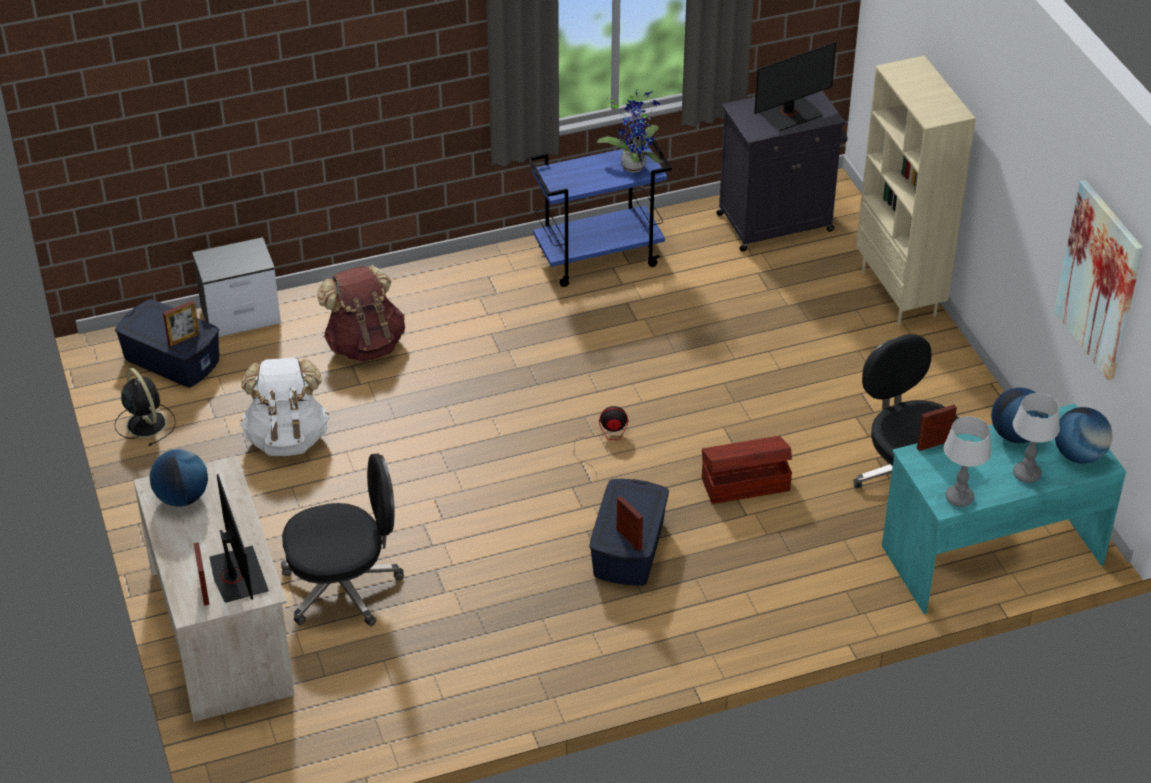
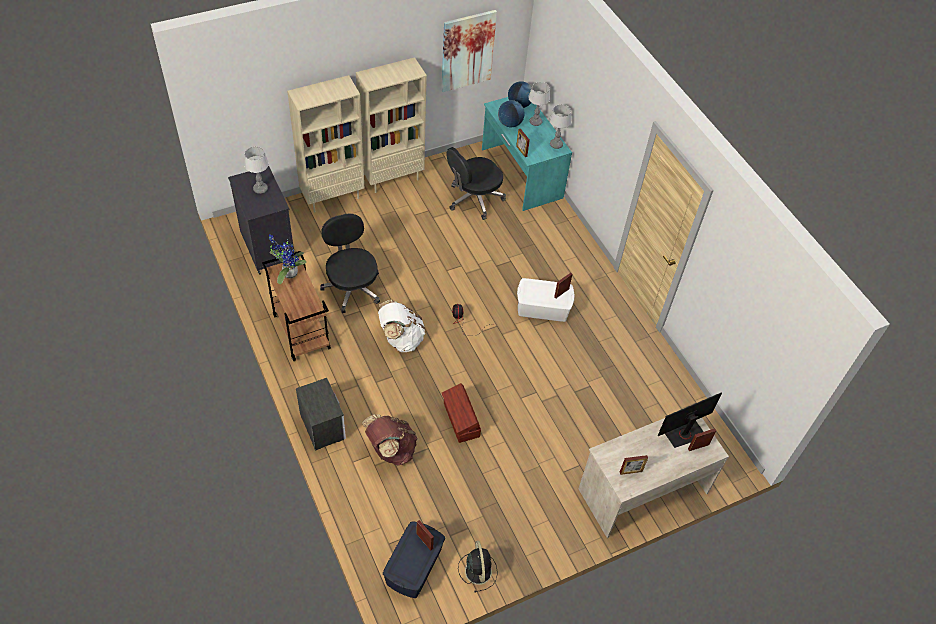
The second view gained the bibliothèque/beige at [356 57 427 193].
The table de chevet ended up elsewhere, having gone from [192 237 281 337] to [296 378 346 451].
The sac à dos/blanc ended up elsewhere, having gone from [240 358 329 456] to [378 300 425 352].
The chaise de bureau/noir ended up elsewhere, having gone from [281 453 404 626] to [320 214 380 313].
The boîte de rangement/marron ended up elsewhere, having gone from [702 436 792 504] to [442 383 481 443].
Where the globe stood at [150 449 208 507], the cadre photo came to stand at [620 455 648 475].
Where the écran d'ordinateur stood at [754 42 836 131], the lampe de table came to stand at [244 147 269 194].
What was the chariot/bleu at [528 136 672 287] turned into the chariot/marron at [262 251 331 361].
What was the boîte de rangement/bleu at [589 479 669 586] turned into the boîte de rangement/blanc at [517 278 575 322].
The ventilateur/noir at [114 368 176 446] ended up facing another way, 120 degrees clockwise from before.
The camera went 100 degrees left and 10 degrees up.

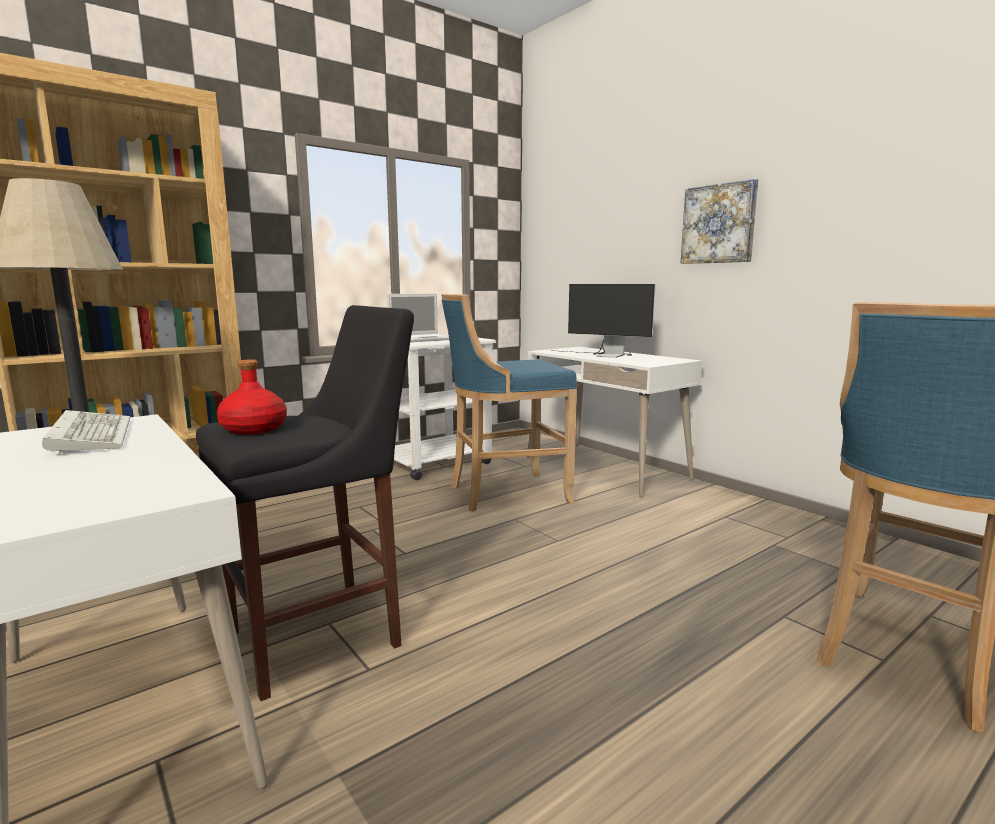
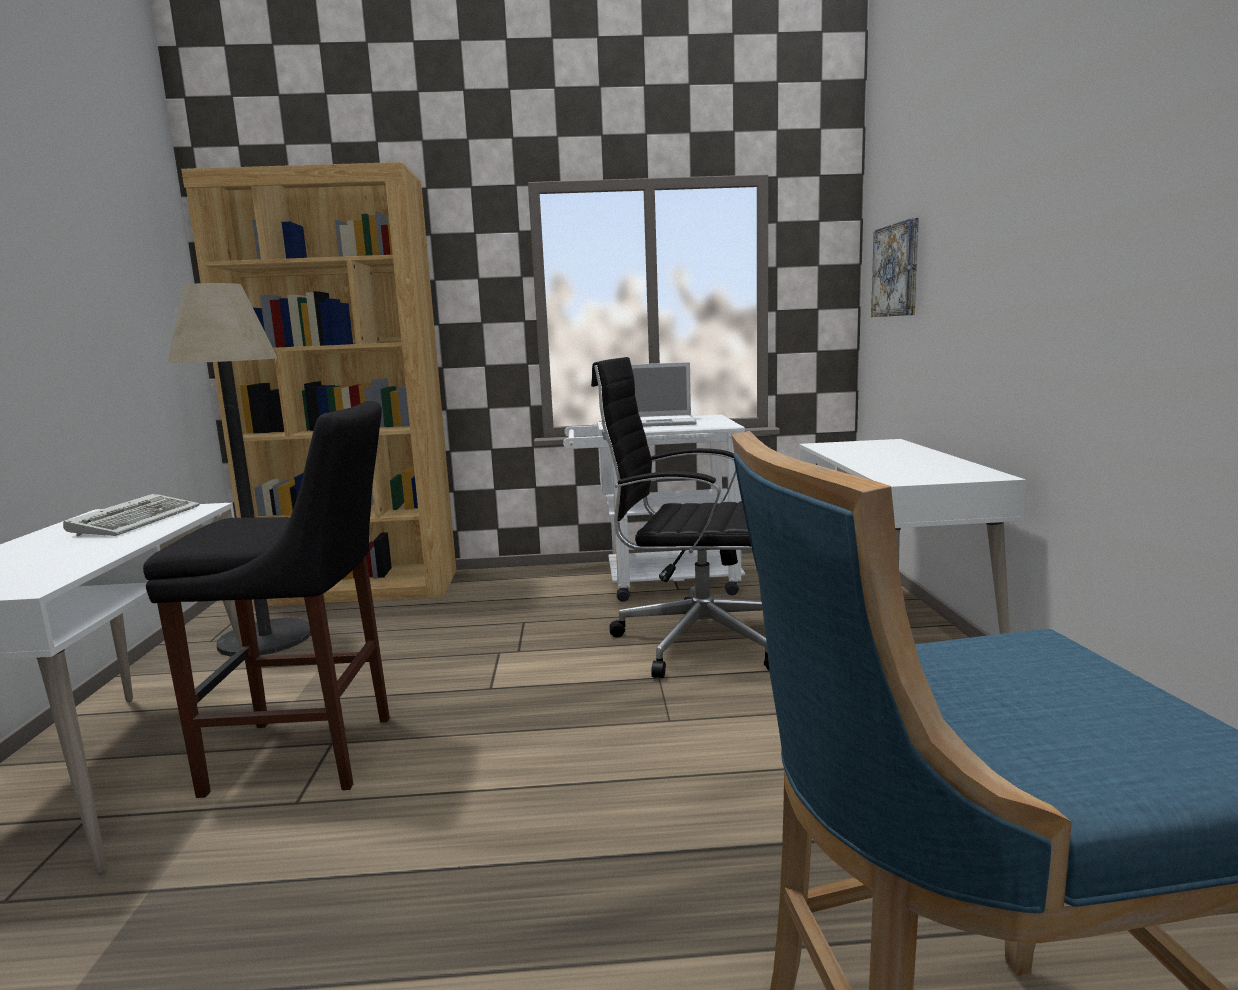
The second view lost the bouteille/rouge at [217 360 287 435].
The second view lost the écran d'ordinateur at [551 284 655 358].
The tableau ended up elsewhere, having gone from [680 179 758 264] to [871 218 919 317].
Where the tabouret/bleu stood at [441 294 577 512], the chaise de bureau/noir came to stand at [591 357 769 678].
The camera went 35 degrees right and 0 degrees up.

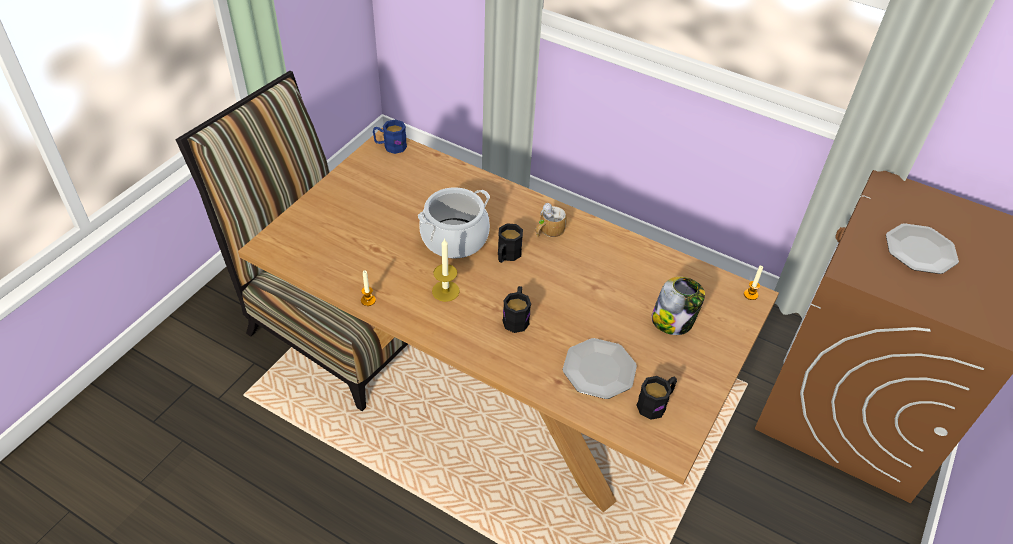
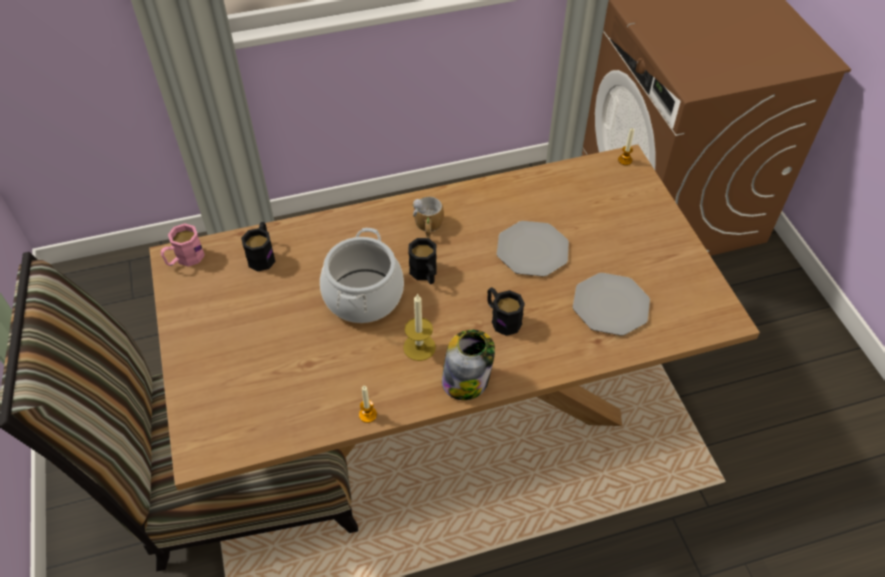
The mug/noir ended up elsewhere, having gone from [637 376 677 420] to [241 222 276 271].
The bocal ended up elsewhere, having gone from [651 277 705 335] to [442 330 495 400].
The assiette ended up elsewhere, having gone from [886 223 959 274] to [497 221 569 277].
What was the mug/bleu at [373 120 407 154] turned into the mug/rose at [161 223 205 267].
The camera went 45 degrees left and 5 degrees up.

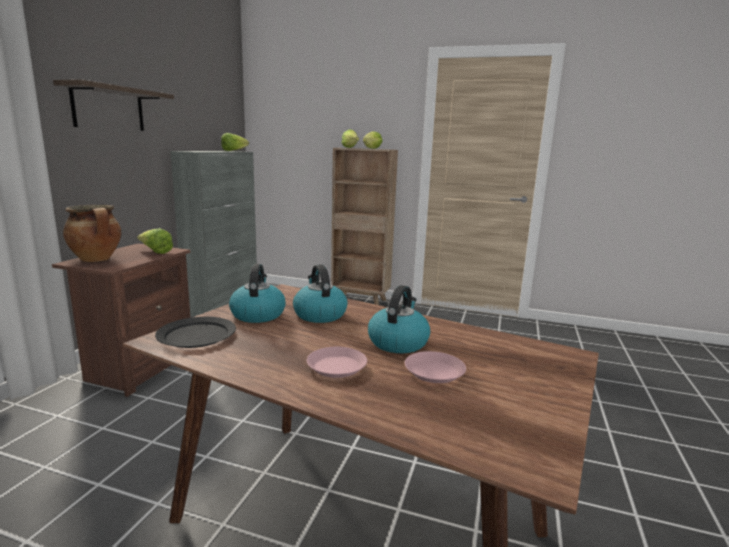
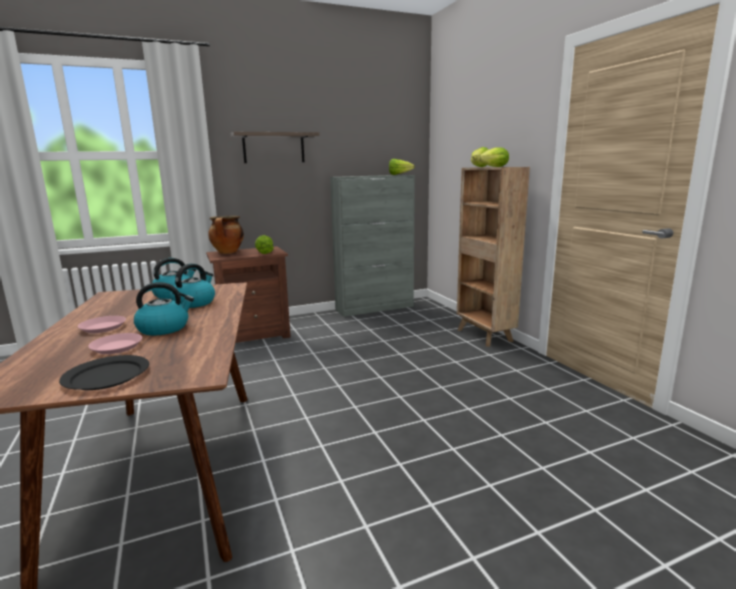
The assiette/noir ended up elsewhere, having gone from [155 317 236 348] to [59 355 149 390].
The camera went 50 degrees right and 0 degrees up.

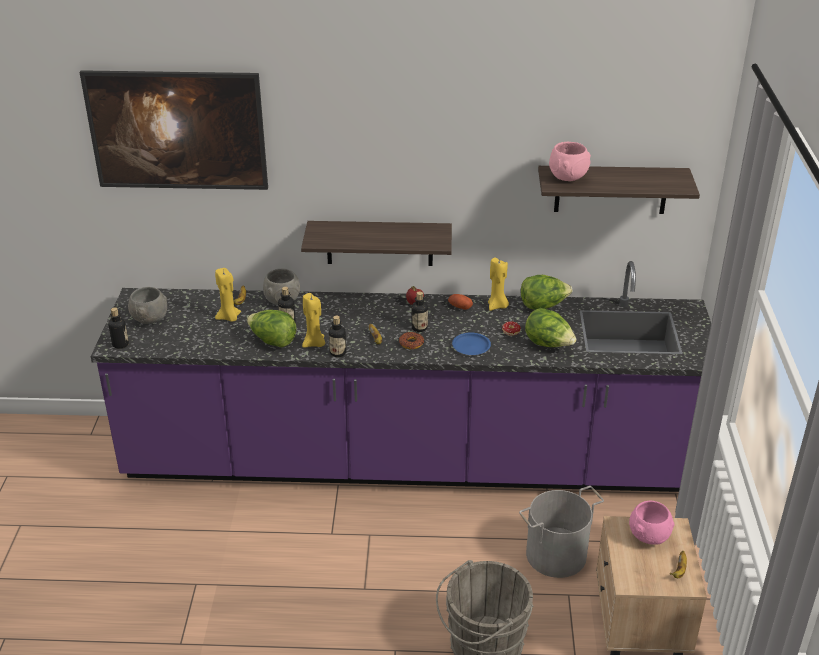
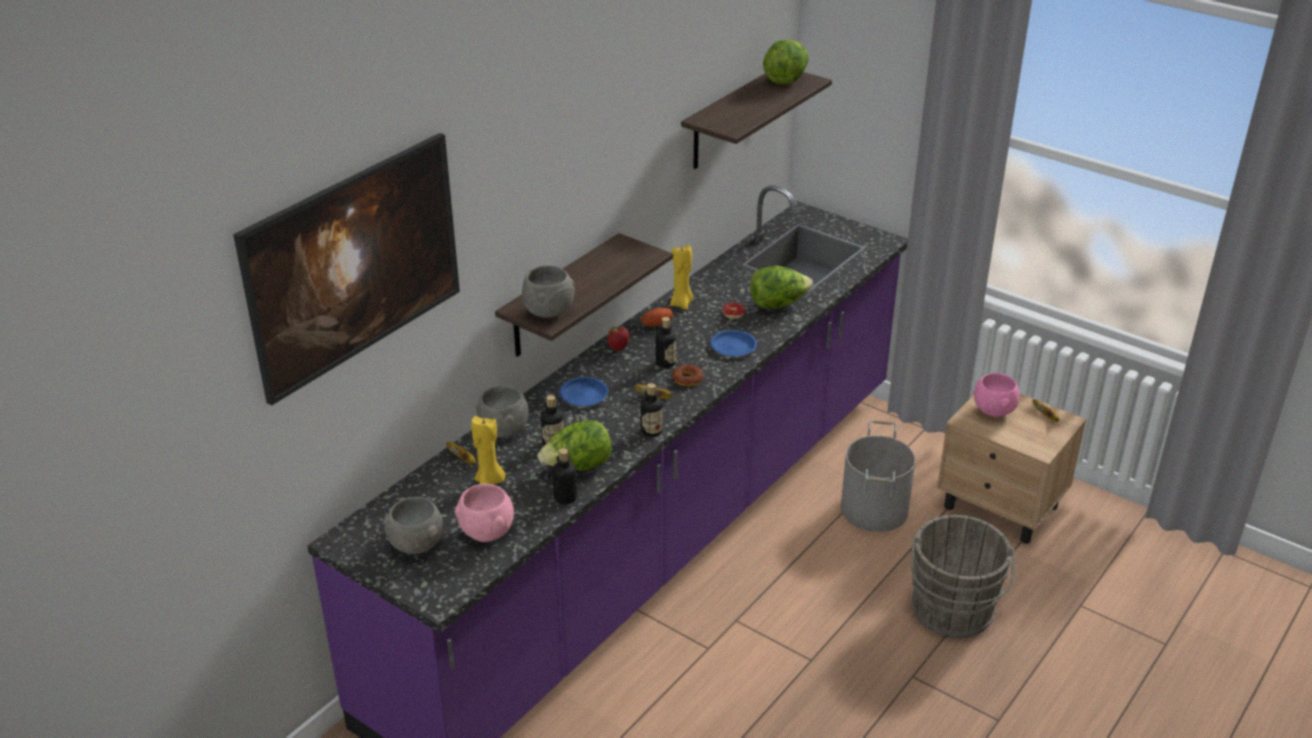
The second view lost the bougie/jaune at [302 293 325 348].
The second view gained the bol/gris at [522 265 575 318].
The second view gained the assiette/bleu at [559 377 609 406].
The bouteille ended up elsewhere, having gone from [108 307 129 349] to [552 448 577 505].
The laitue ended up elsewhere, having gone from [521 275 572 310] to [763 40 809 84].
The bol/rose ended up elsewhere, having gone from [549 142 591 181] to [455 484 514 542].
The camera went 55 degrees left and 0 degrees up.

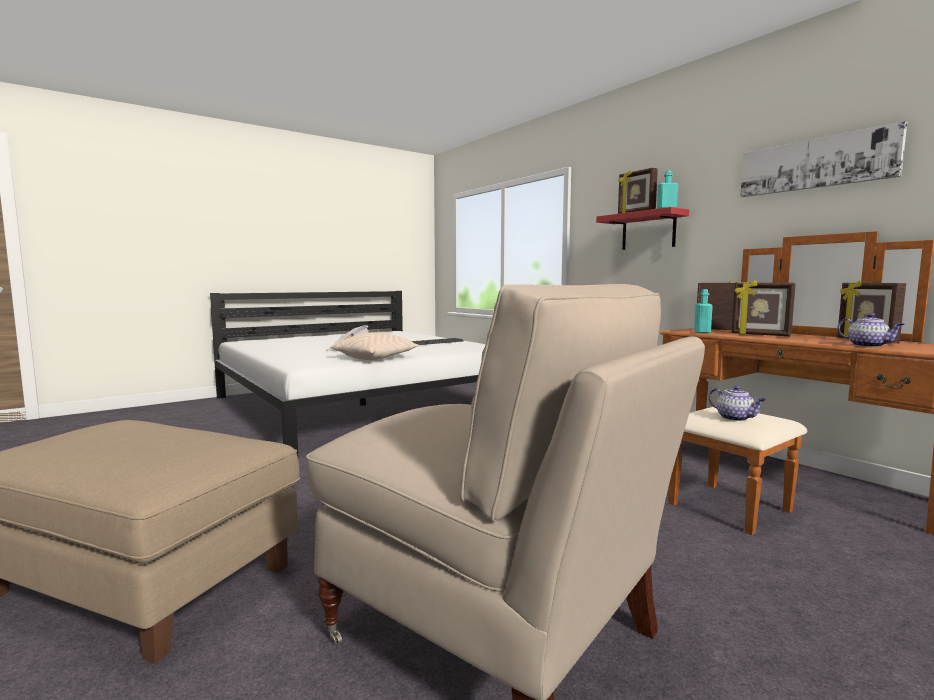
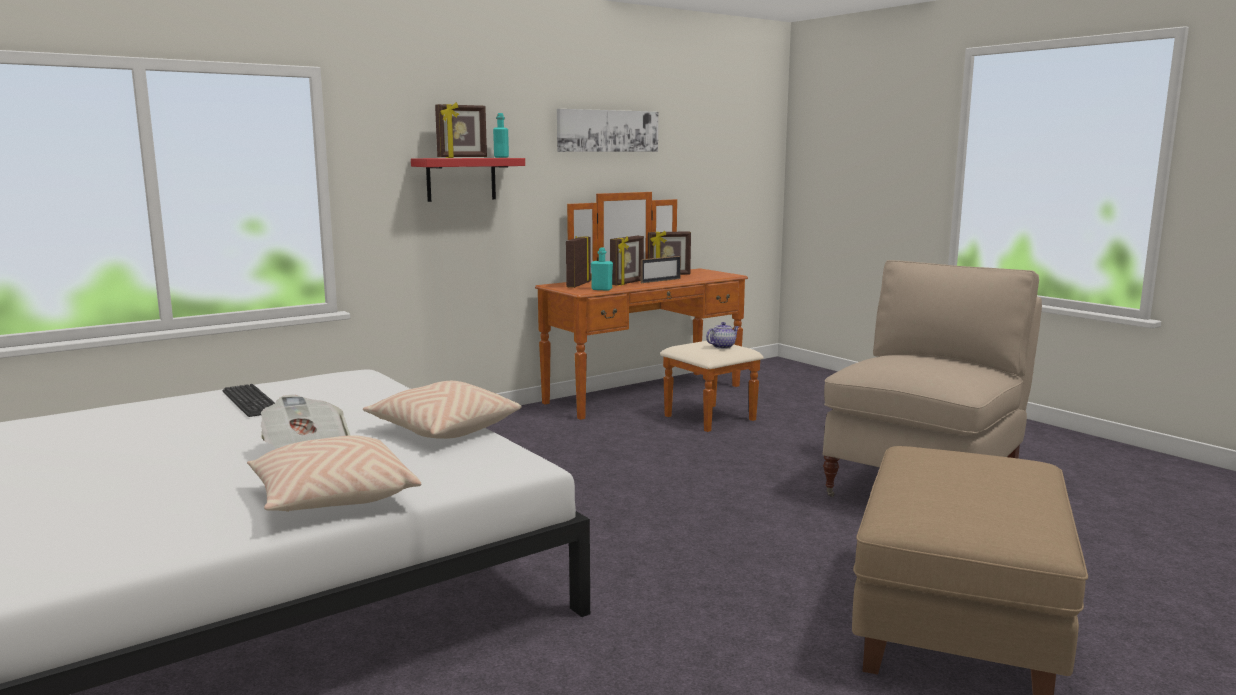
The second view lost the théière at [837 313 904 347].
The second view gained the coussin/beige at [247 435 421 512].
The second view gained the cadre photo at [641 256 681 283].
The camera went 90 degrees left and 5 degrees up.

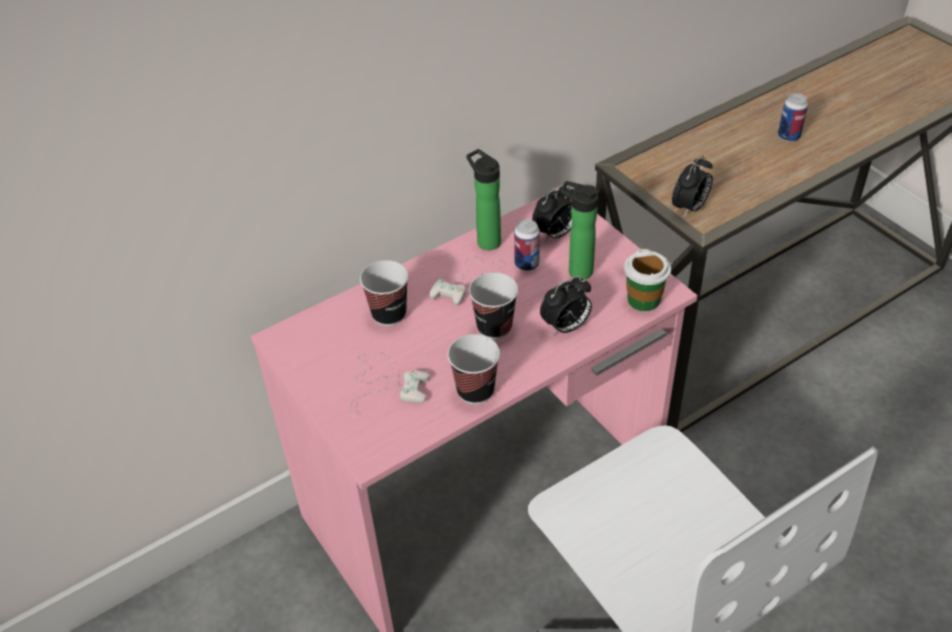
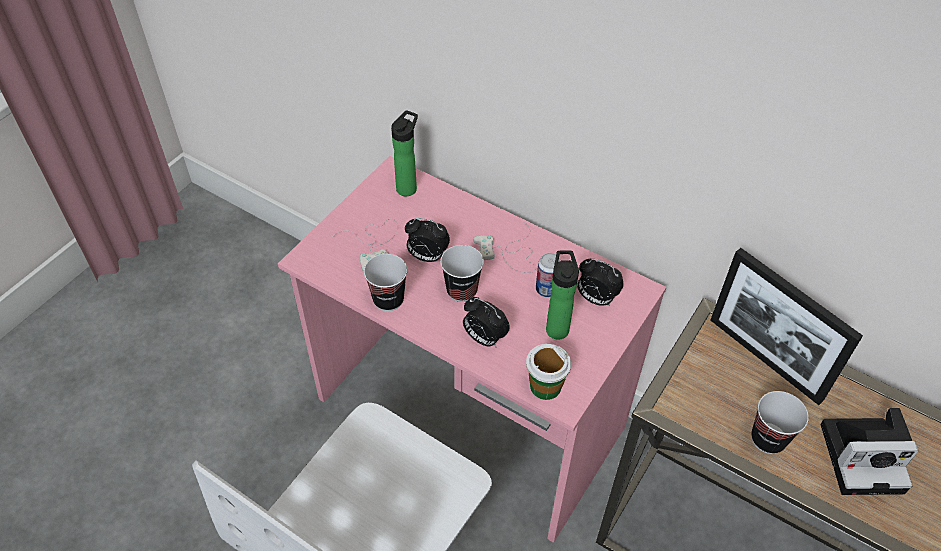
The second view gained the cadre photo at [710 248 863 405].
The tasse ended up elsewhere, having gone from [360 260 408 326] to [751 391 809 454].
The bouteille ended up elsewhere, having gone from [466 149 501 250] to [391 110 418 196].
The réveil ended up elsewhere, having gone from [672 155 713 217] to [405 218 450 262].
Where the boîte métallique stood at [778 93 808 142], the appareil photo came to stand at [820 408 919 495].
The camera went 65 degrees right and 5 degrees up.

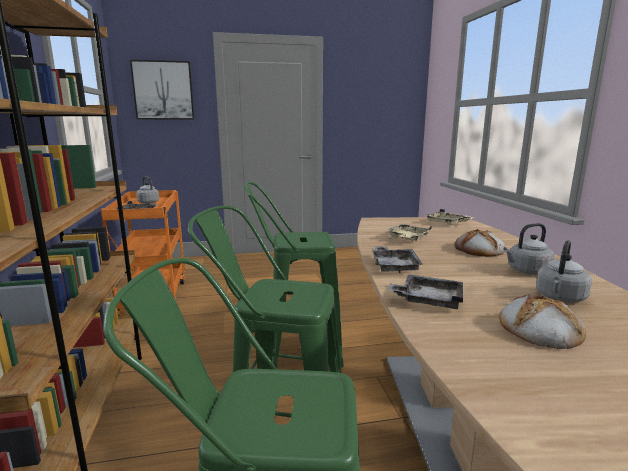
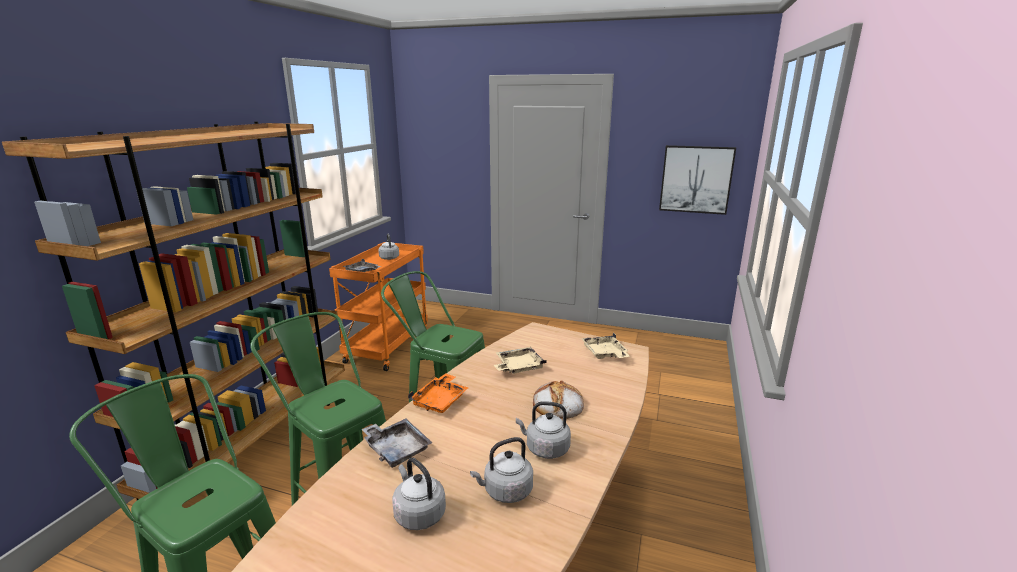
The tableau ended up elsewhere, having gone from [130 60 194 119] to [659 145 736 215].
Where the pain stood at [499 294 586 349], the bouilloire/gris came to stand at [392 458 446 530].
What was the plateau/gris at [372 246 423 273] turned into the plateau/orange at [408 373 469 413].
The camera went 30 degrees right and 5 degrees up.

